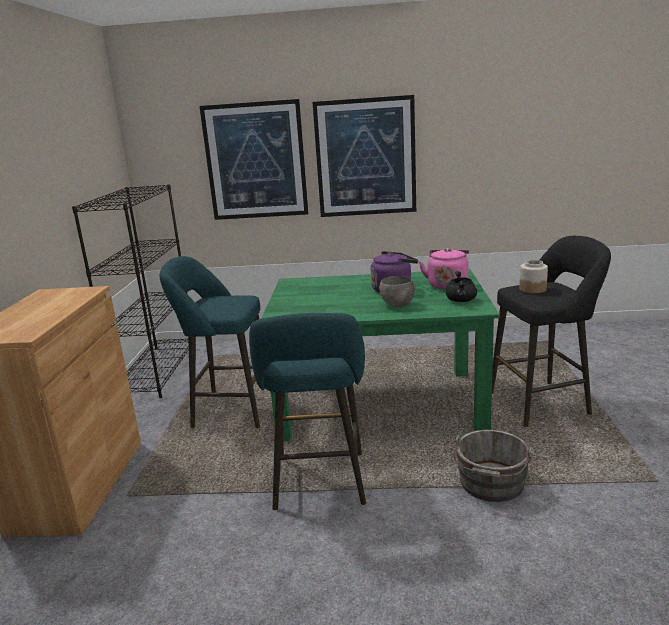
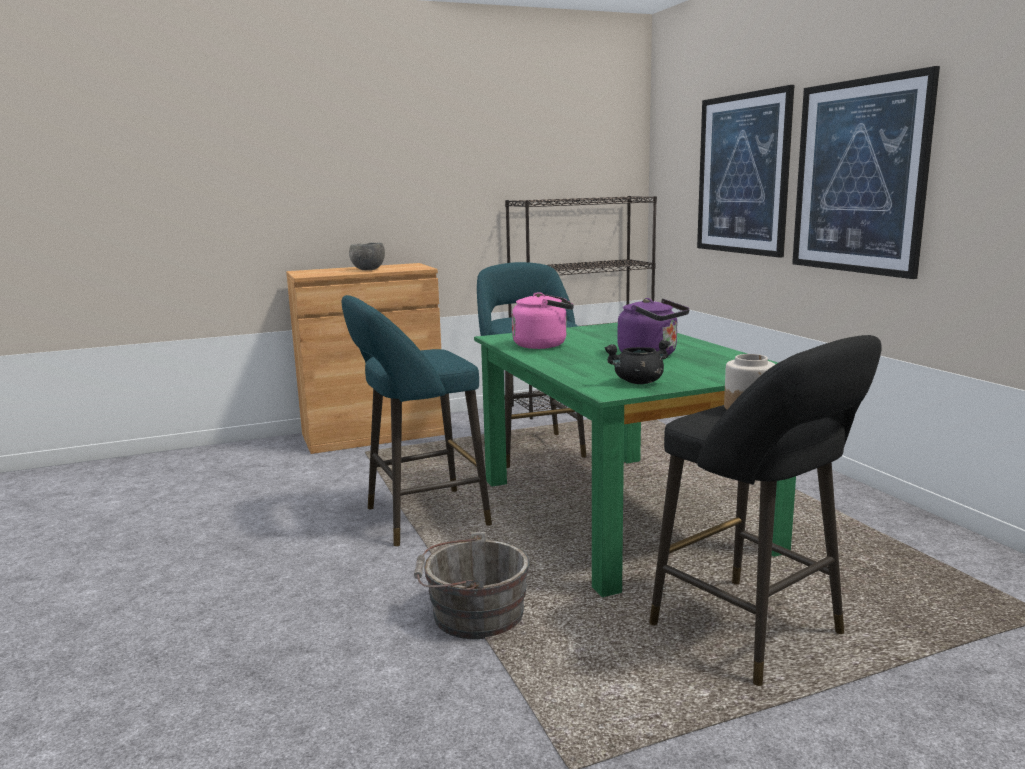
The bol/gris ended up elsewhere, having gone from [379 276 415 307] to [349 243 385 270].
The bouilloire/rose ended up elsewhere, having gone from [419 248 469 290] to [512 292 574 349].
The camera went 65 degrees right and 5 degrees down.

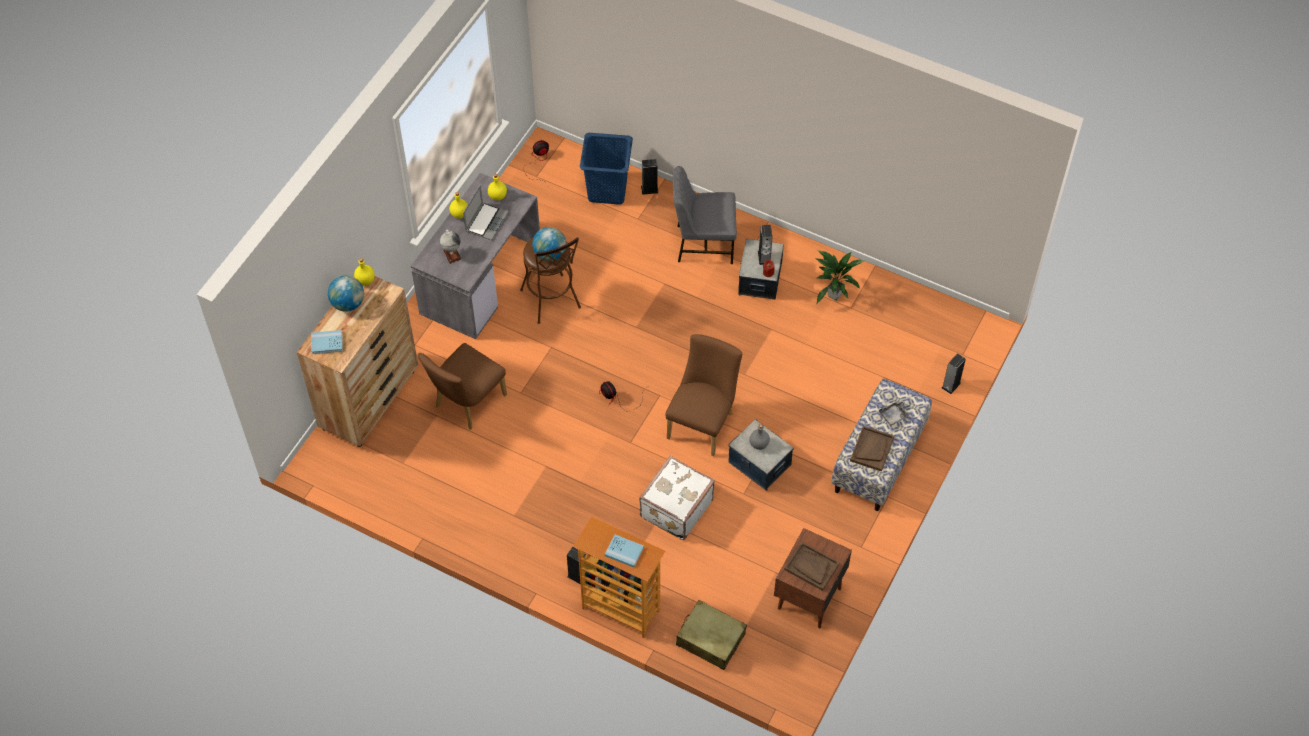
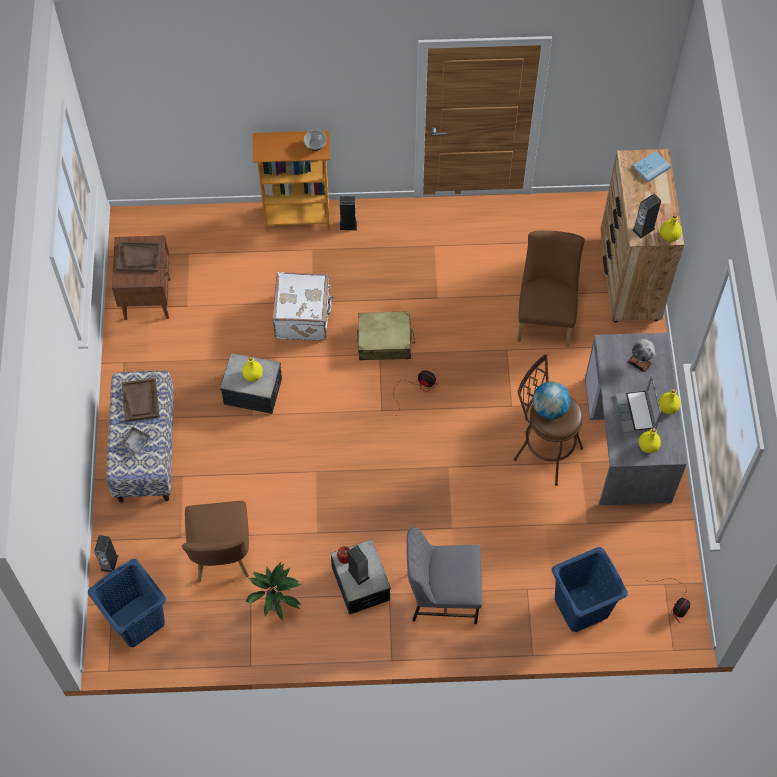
The second view lost the globe at [328 276 364 312].
The second view lost the livre/bleu at [605 535 644 568].
The second view gained the panier à linge/bleu at [88 559 166 647].
The second view gained the bol at [304 130 327 151].
The enceinte ended up elsewhere, having gone from [641 159 658 195] to [633 194 661 238].
The chaise/marron ended up elsewhere, having gone from [665 334 742 456] to [182 501 249 582].
The valise/beige ended up elsewhere, having gone from [676 600 747 670] to [357 311 415 360].
What was the bouteille/gris at [749 424 770 450] turned into the bouteille/jaune at [242 356 263 381].
The chaise/gris at [673 166 737 264] ended up facing another way, 150 degrees counterclockwise from before.
The camera went 150 degrees right and 5 degrees up.

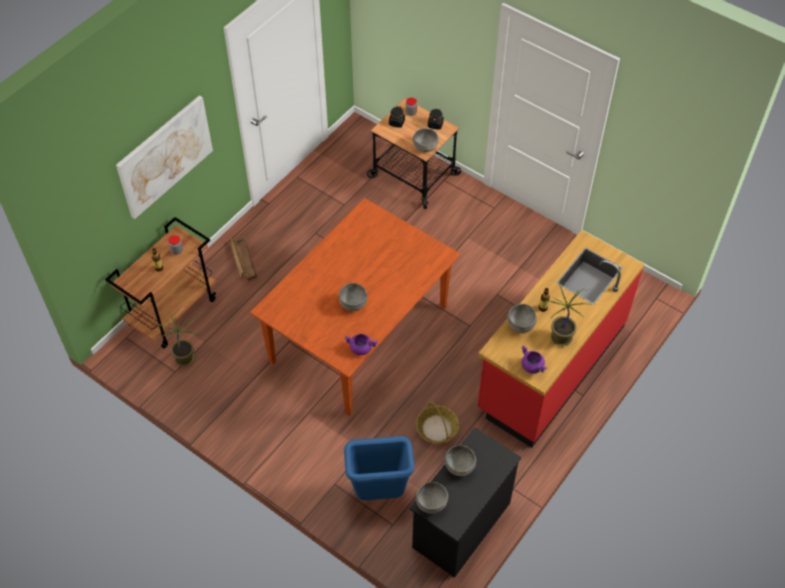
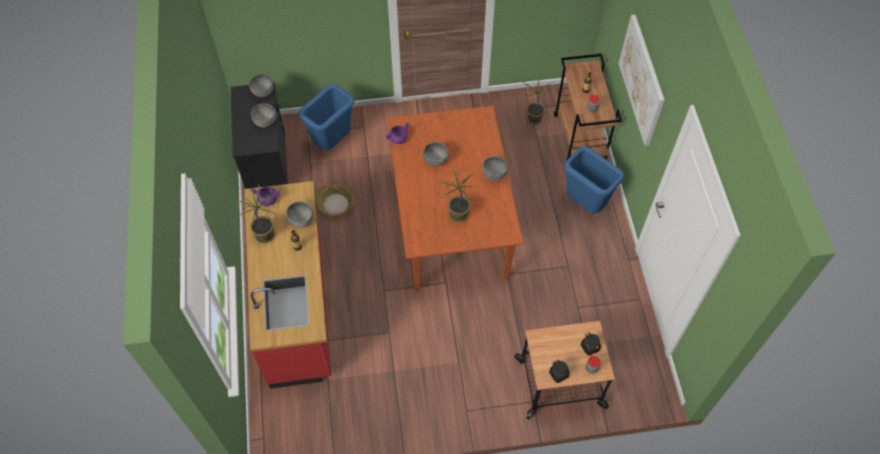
The second view gained the plante en pot at [438 167 480 222].
The bol/gris ended up elsewhere, having gone from [413 128 439 152] to [482 156 508 181].
Where the caisse stood at [230 236 257 281], the poubelle/bleu came to stand at [564 146 624 214].
The camera went 135 degrees right and 5 degrees up.

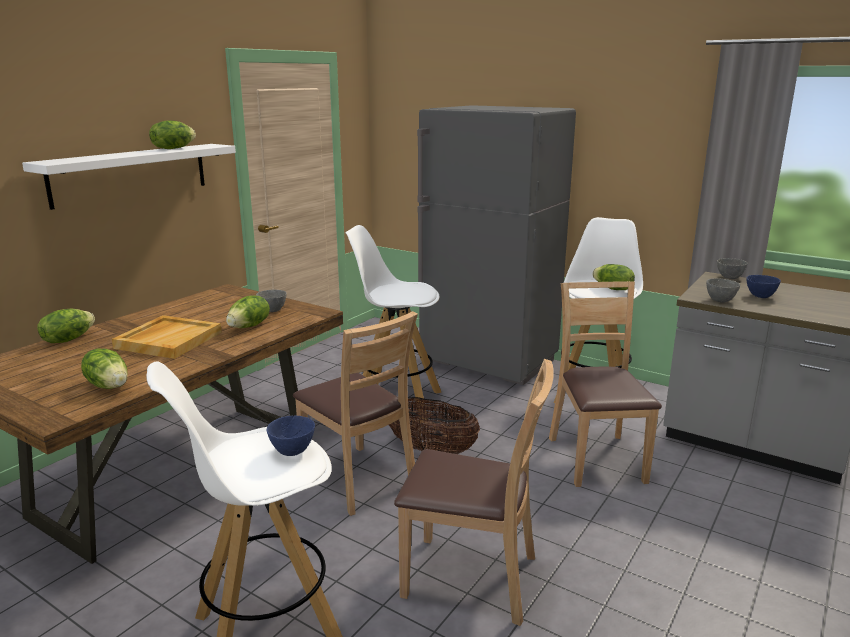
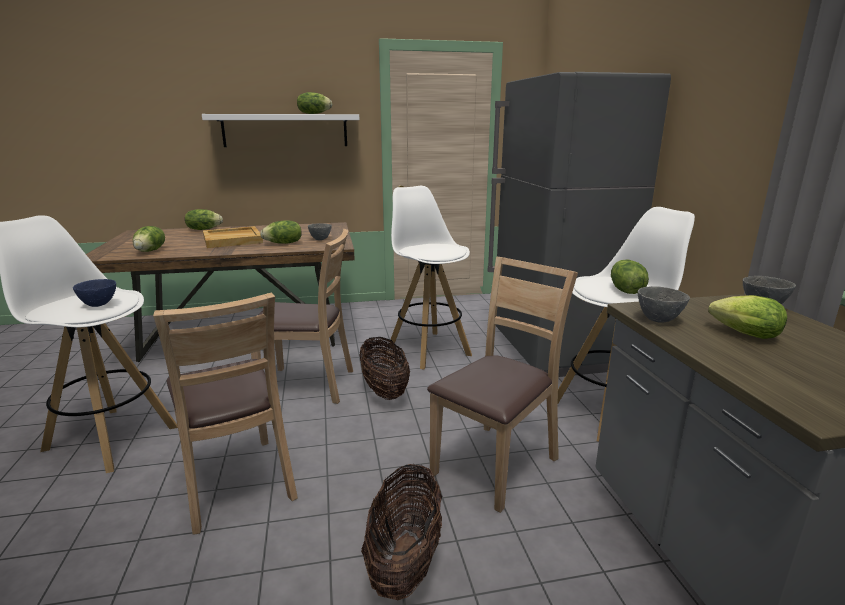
The second view gained the panier at [361 463 442 600].
Where the bol/bleu stood at [746 275 781 298], the laitue came to stand at [708 295 787 339].
The chaise/marron at [293 311 418 516] ended up facing another way, 90 degrees counterclockwise from before.
The camera went 45 degrees right and 0 degrees up.

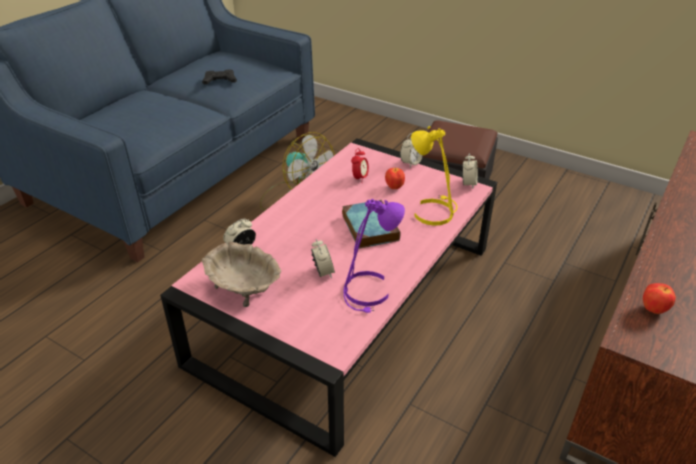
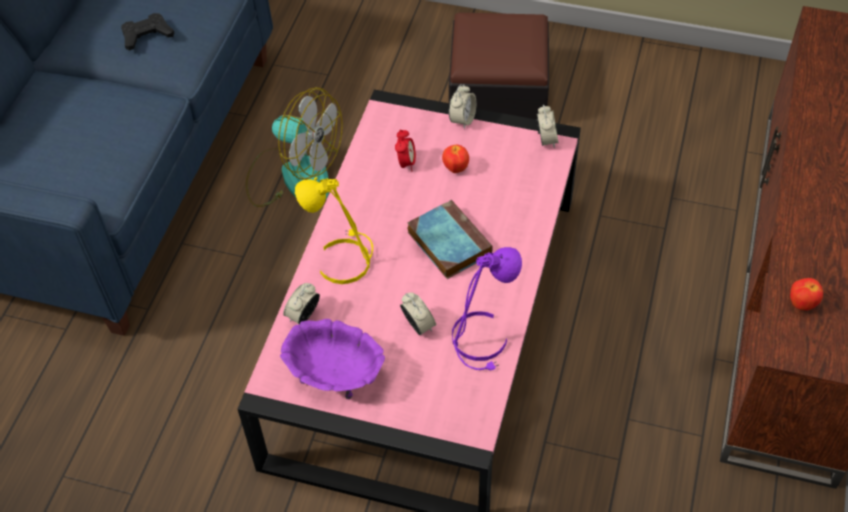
The lampe de table/jaune ended up elsewhere, having gone from [411 126 457 225] to [295 177 373 284].
What was the bol/beige at [202 242 281 307] turned into the bol/violet at [280 319 385 399].
The camera went 15 degrees left and 15 degrees up.

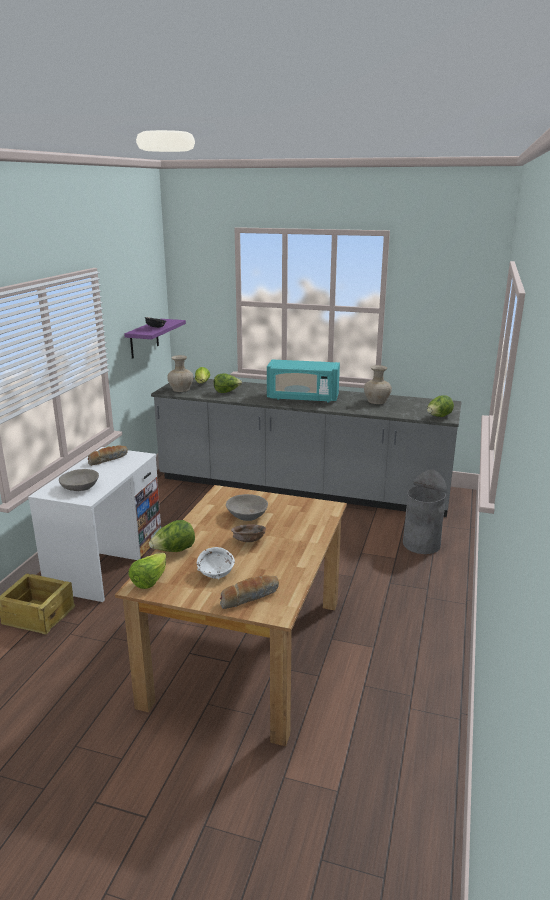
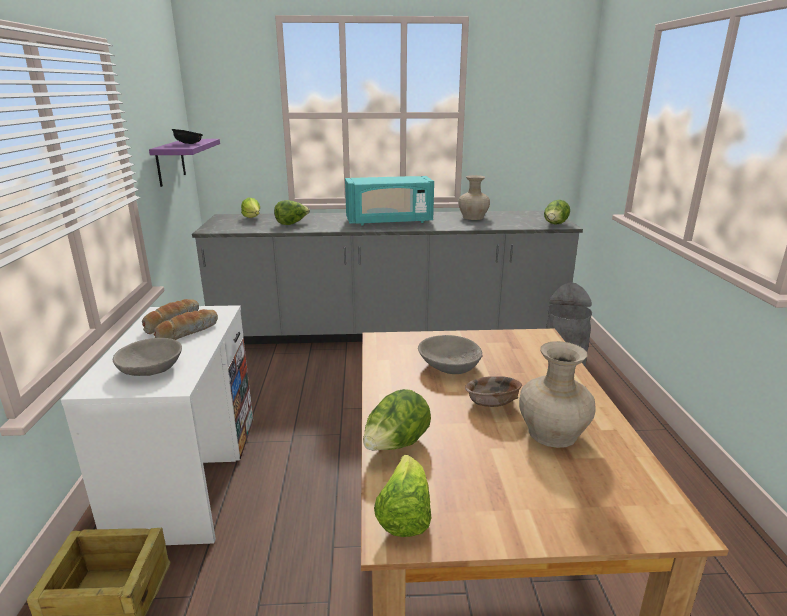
The second view lost the bol/blanc at [197 547 235 580].
The vase/beige ended up elsewhere, having gone from [168 355 193 392] to [519 341 596 448].
The pain ended up elsewhere, having gone from [220 575 279 609] to [153 309 218 340].
The camera went 20 degrees left and 0 degrees up.

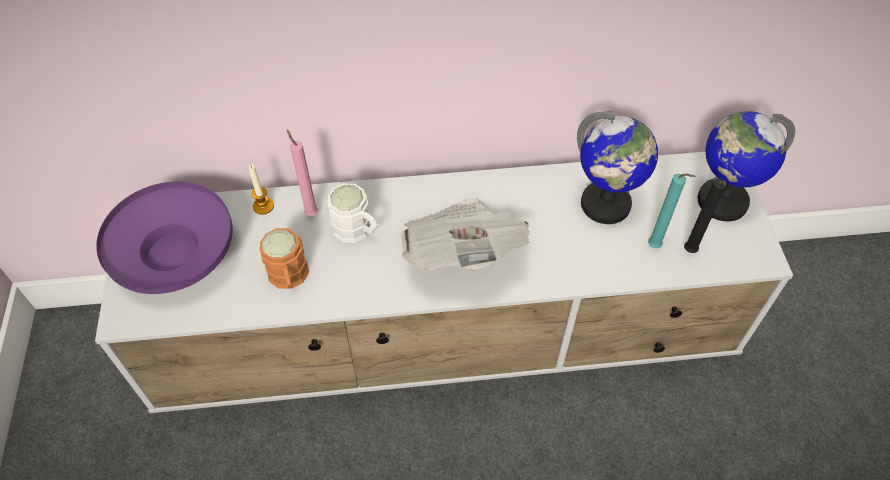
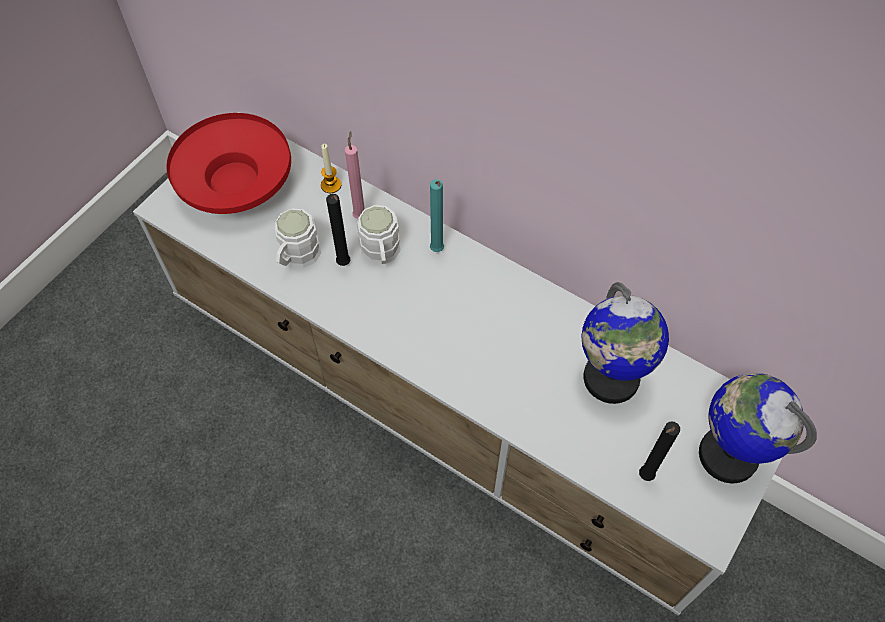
The second view lost the journal at [401 198 530 271].
The second view gained the bougie/noir at [326 194 351 266].
The bougie/turquoise ended up elsewhere, having gone from [648 173 696 248] to [430 179 444 252].
What was the bol/violet at [96 182 233 294] turned into the bol/rouge at [167 113 291 214].
What was the mug/orange at [260 228 309 289] turned into the mug/blanc at [275 209 321 268].
The camera went 40 degrees right and 5 degrees up.

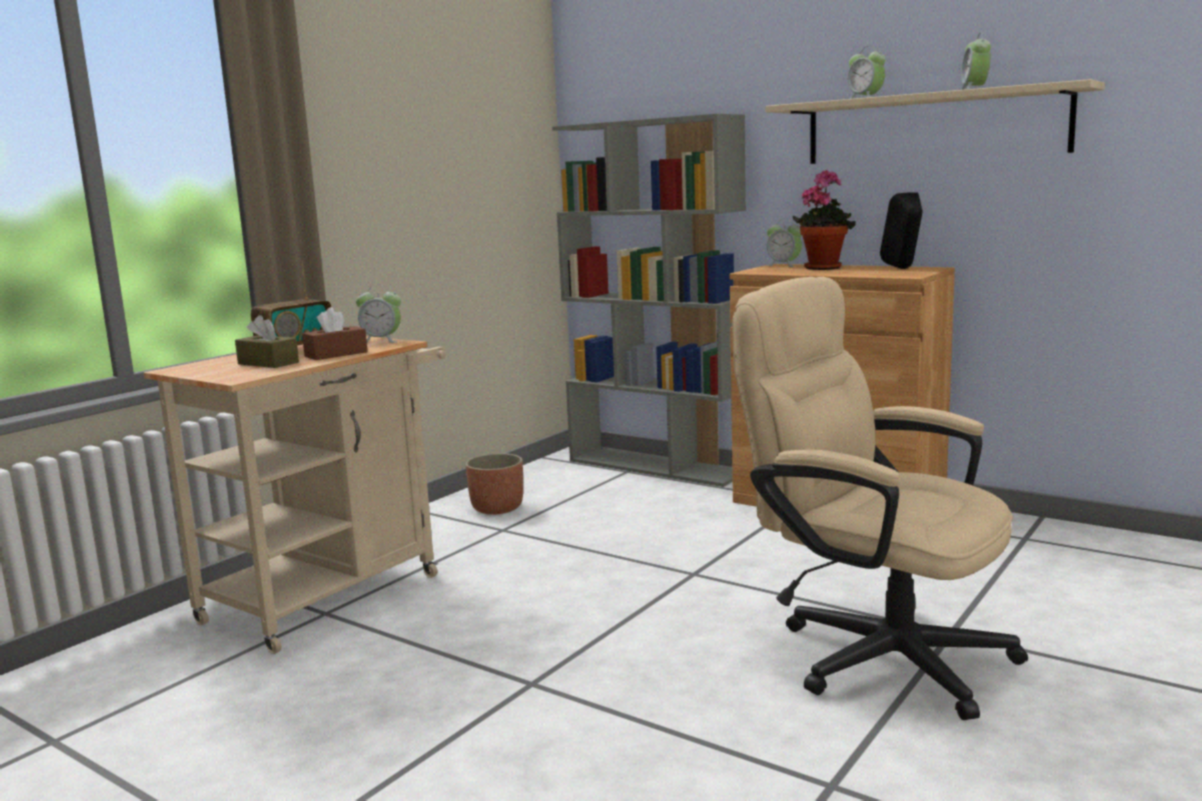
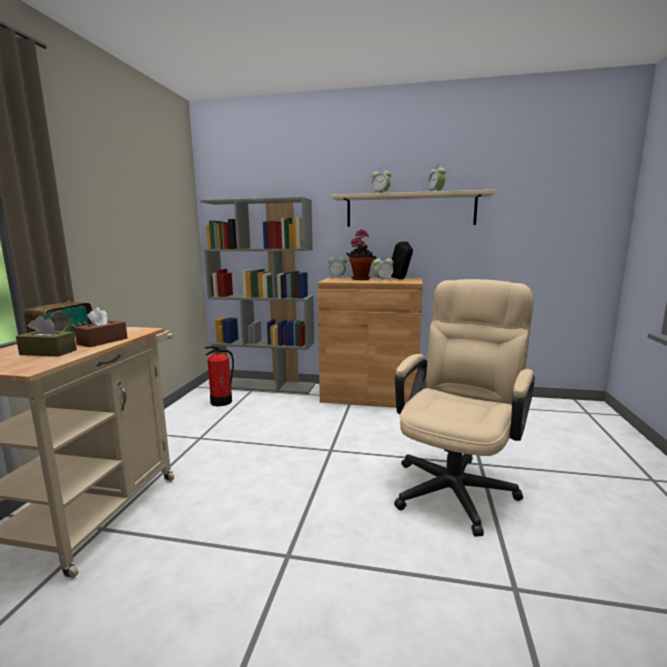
The second view lost the cache-pot at [465 453 523 514].
The second view gained the extincteur at [205 346 234 406].
The réveil ended up elsewhere, having gone from [356 285 401 343] to [373 255 393 282].
The chaise de bureau/beige at [732 277 1028 720] ended up facing another way, 105 degrees clockwise from before.
The camera went 25 degrees left and 0 degrees up.

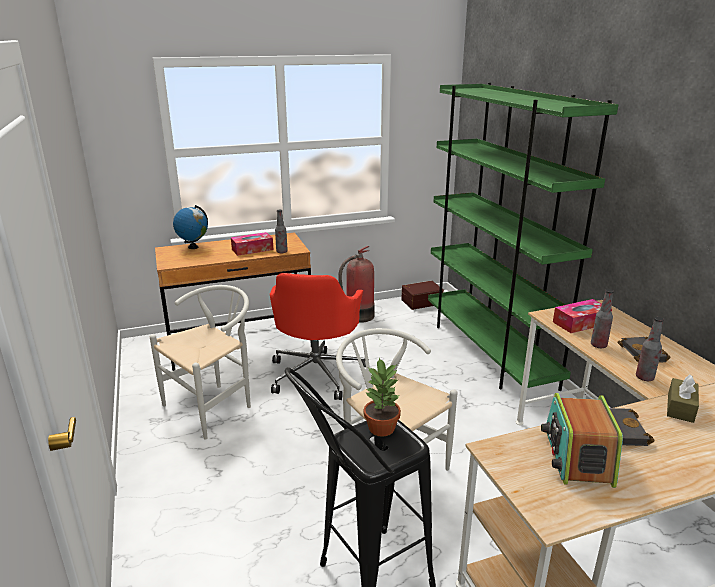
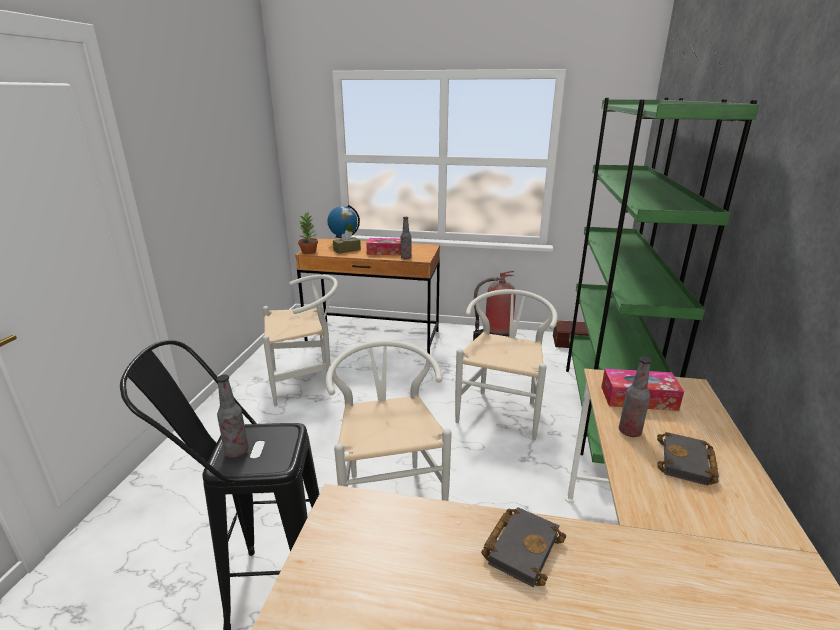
The second view lost the chaise de bureau/rouge at [270 273 369 400].
The second view lost the radio at [541 393 623 488].
The second view gained the chaise/blanc at [455 289 558 440].
The plante en pot ended up elsewhere, having gone from [364 357 401 437] to [298 212 318 254].
The bouteille ended up elsewhere, having gone from [636 317 664 381] to [216 374 249 458].
The boîte à mouchoirs/marron ended up elsewhere, having gone from [667 374 699 423] to [333 230 361 254].
The camera went 30 degrees right and 0 degrees up.

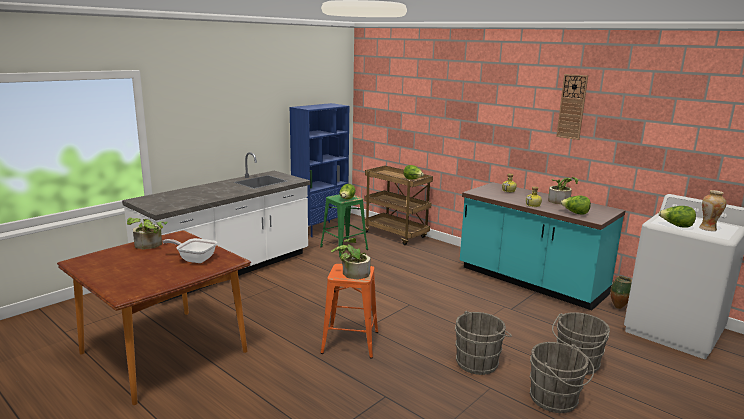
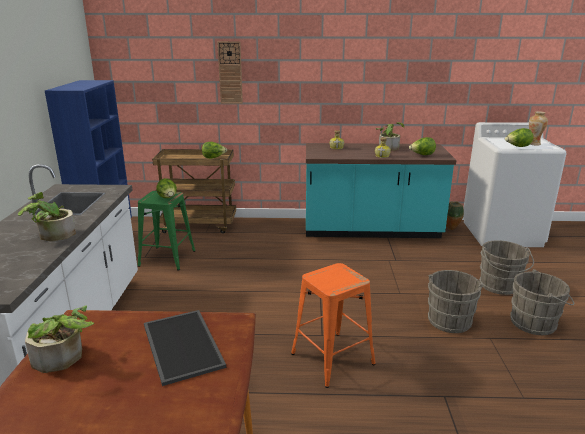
The plante en pot ended up elsewhere, having gone from [331 238 371 280] to [18 192 76 242].
The horloge murale ended up elsewhere, having gone from [556 74 588 140] to [217 41 243 104].
Where the poêle stood at [162 238 217 263], the plateau came to stand at [144 310 226 386].
The camera went 40 degrees left and 5 degrees up.

